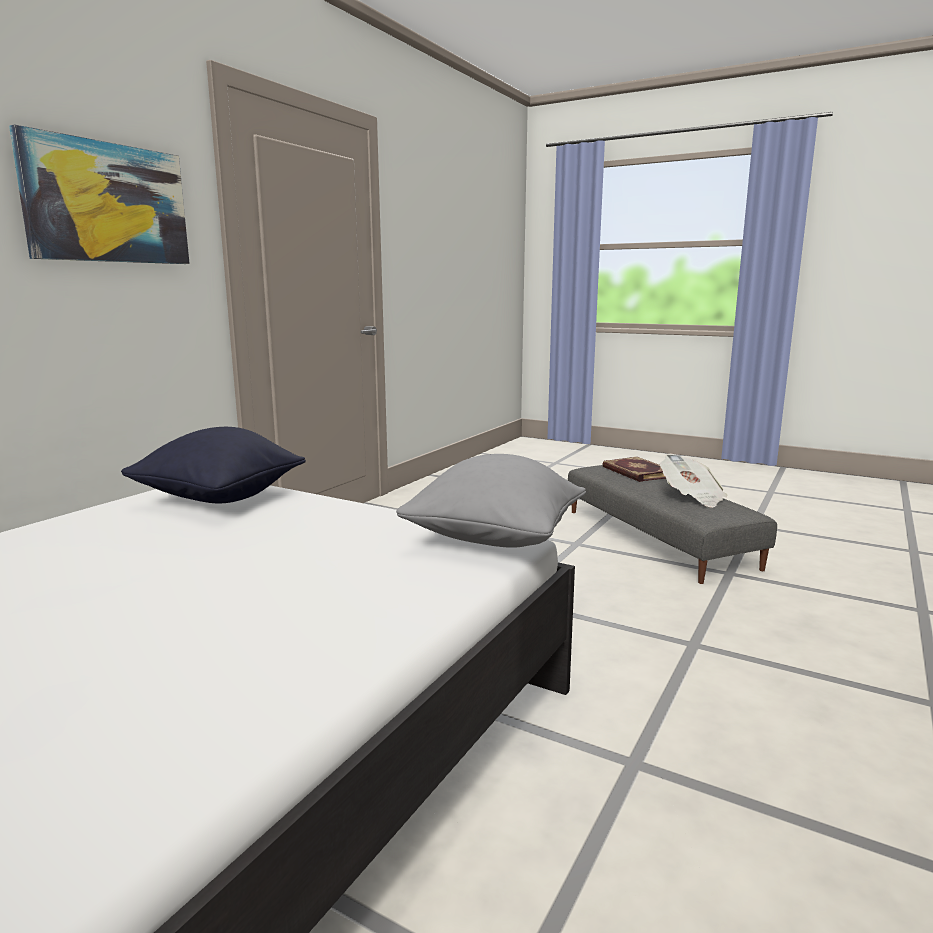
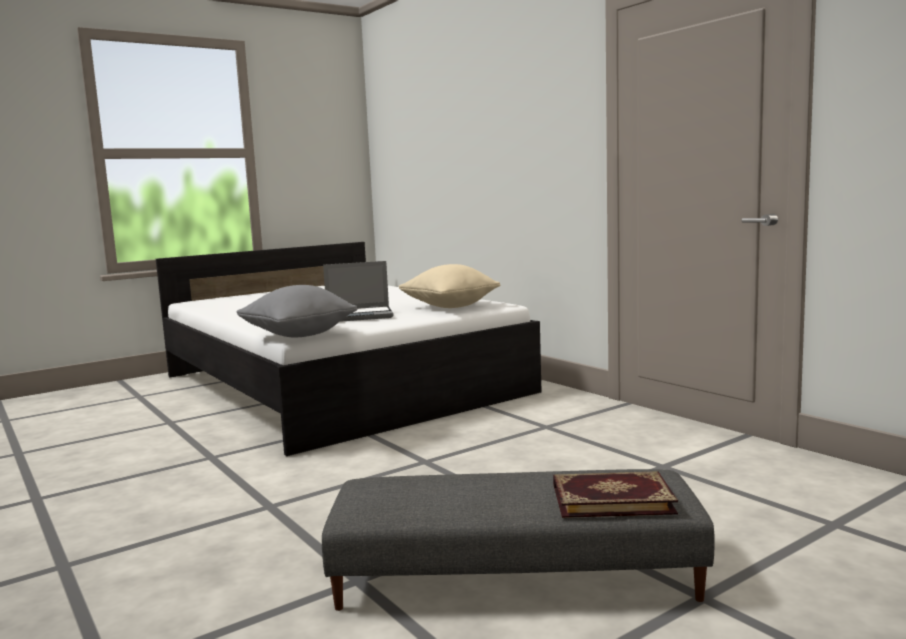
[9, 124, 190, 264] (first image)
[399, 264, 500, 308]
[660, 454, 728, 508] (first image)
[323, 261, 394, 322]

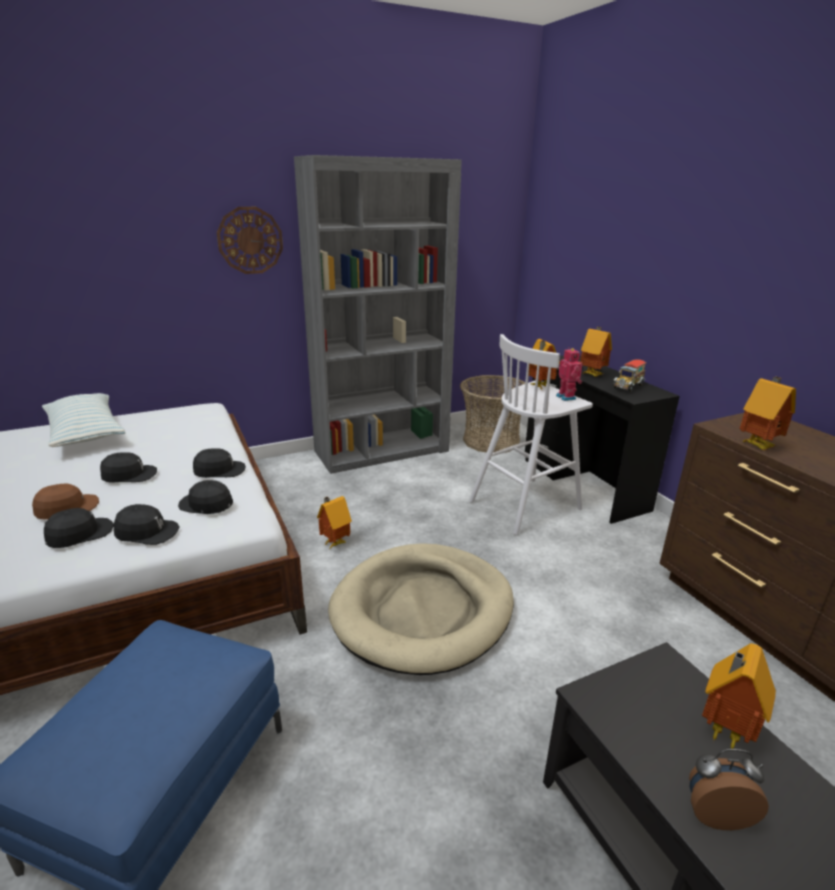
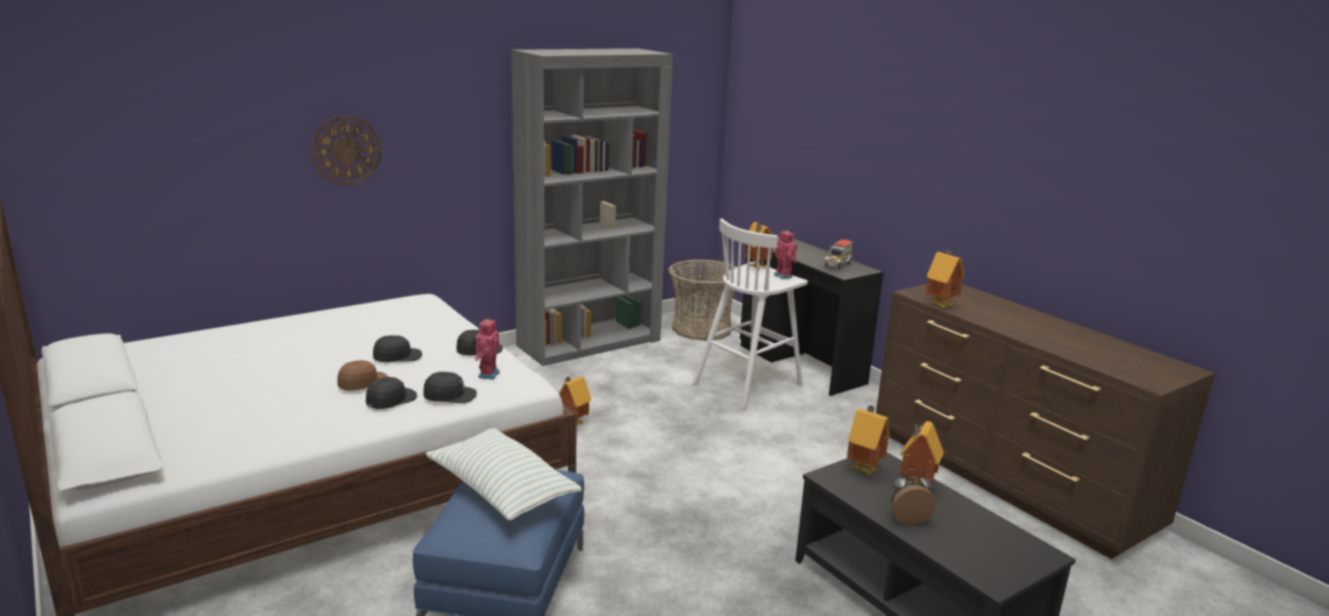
[311, 116, 382, 185]
[847, 405, 890, 476]
[425, 428, 582, 520]
[473, 318, 500, 380]
[328, 543, 514, 675] (first image)

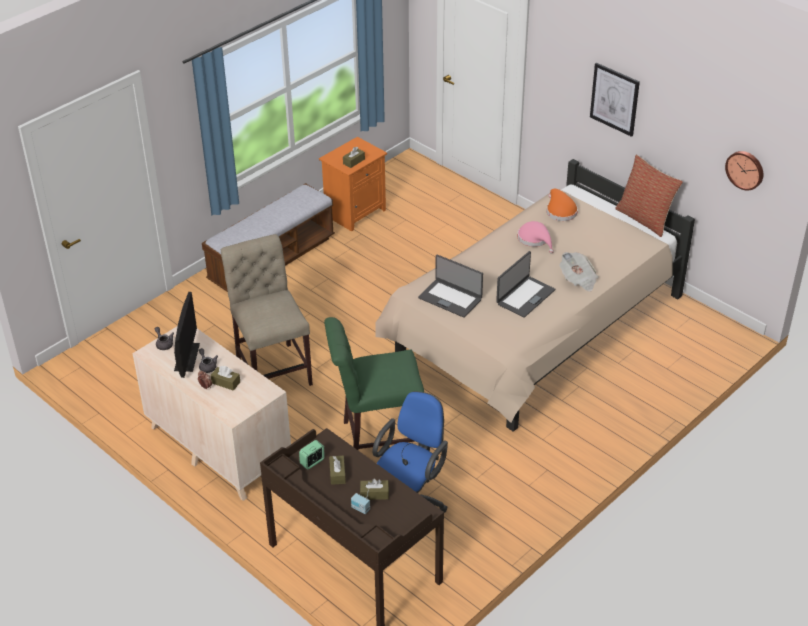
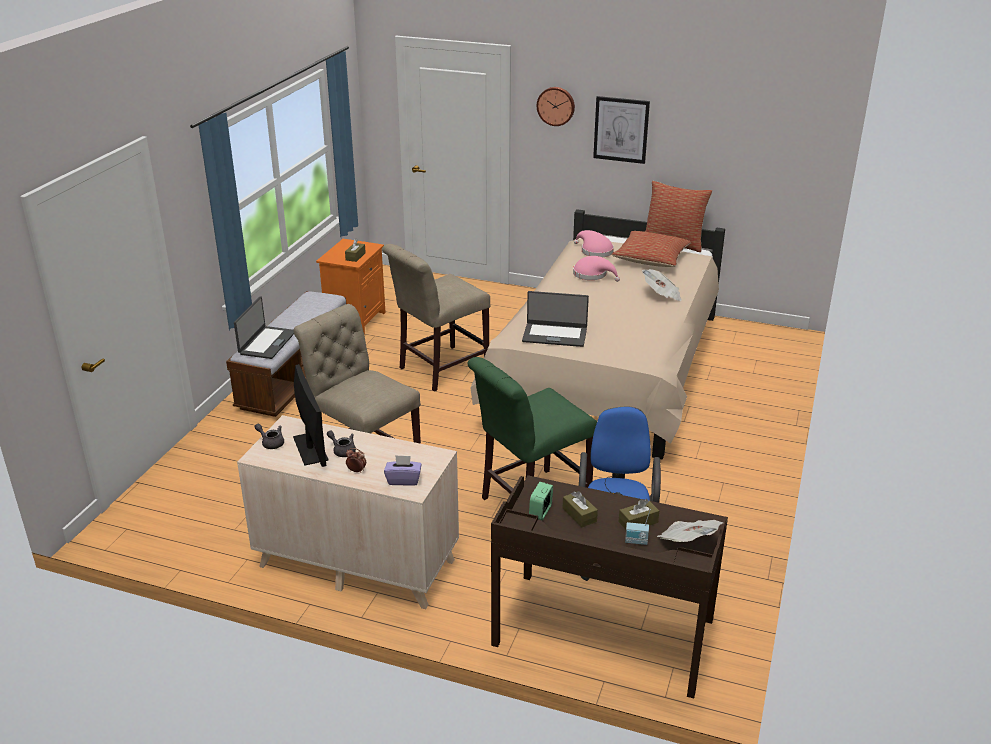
[537, 87, 575, 126]
[574, 230, 614, 257]
[234, 296, 294, 359]
[210, 366, 240, 391] (first image)
[612, 231, 691, 267]
[382, 244, 491, 391]
[384, 455, 422, 486]
[657, 520, 723, 542]

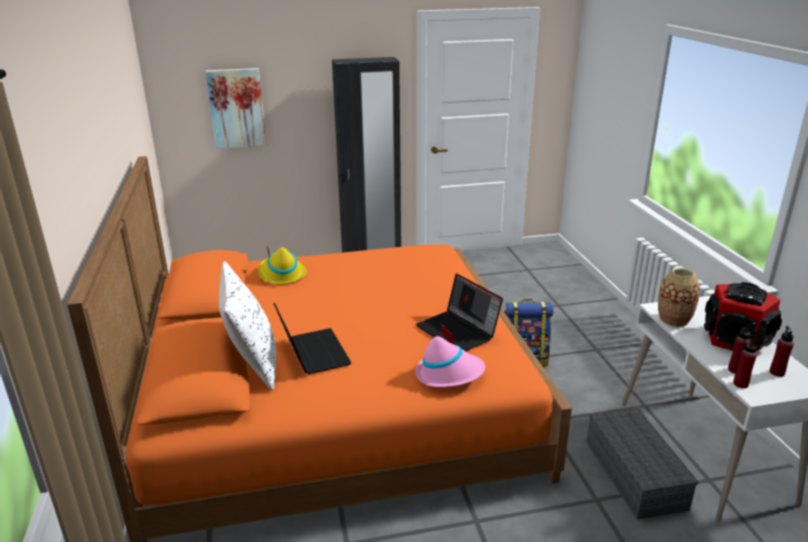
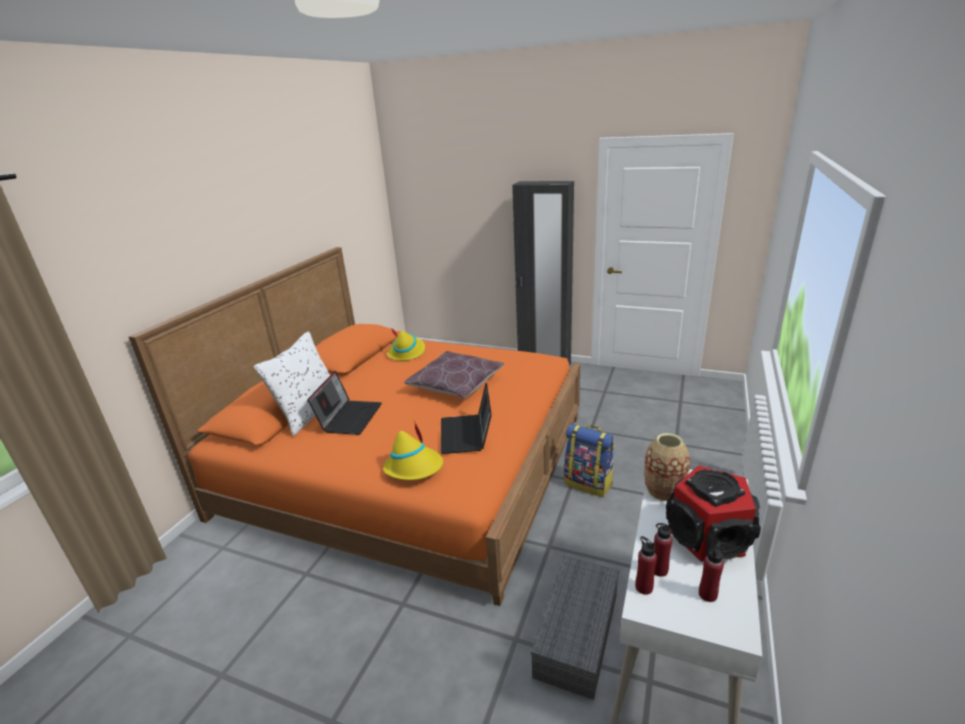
[205, 68, 267, 149] (first image)
[383, 421, 443, 480]
[404, 351, 504, 399]

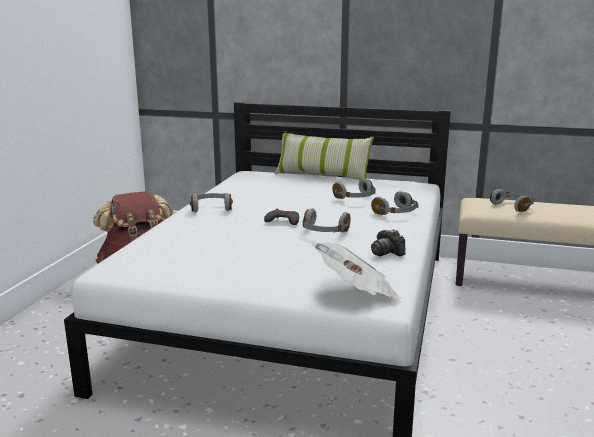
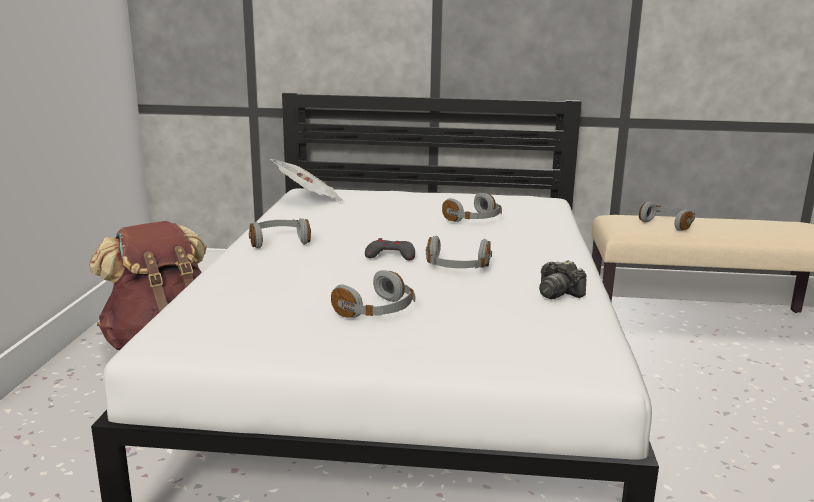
[275, 131, 374, 180] (first image)
[331, 270, 416, 318]
[270, 159, 344, 201]

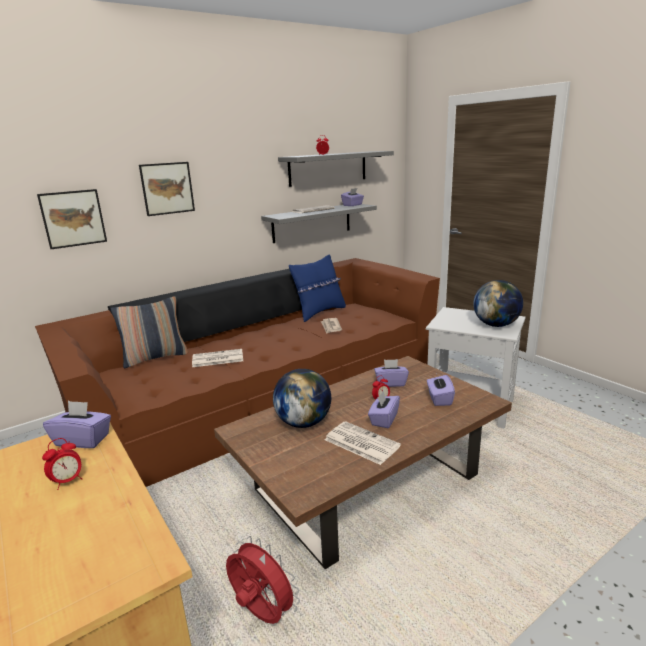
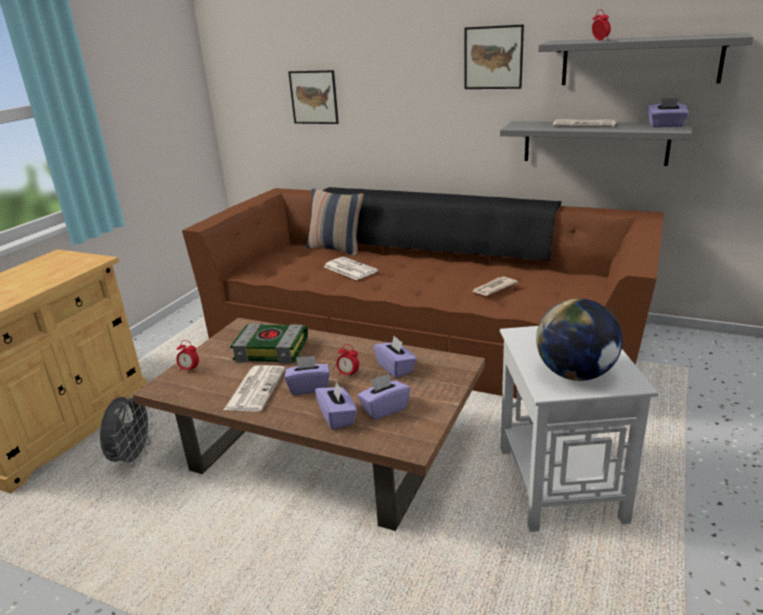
[465, 24, 524, 89]
[289, 255, 346, 322] (first image)
[230, 324, 308, 364]
[315, 381, 357, 430]
[176, 340, 199, 373]
[100, 393, 154, 466]

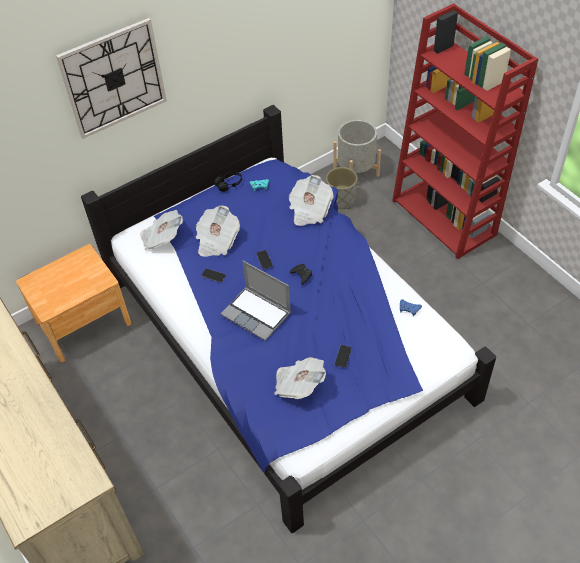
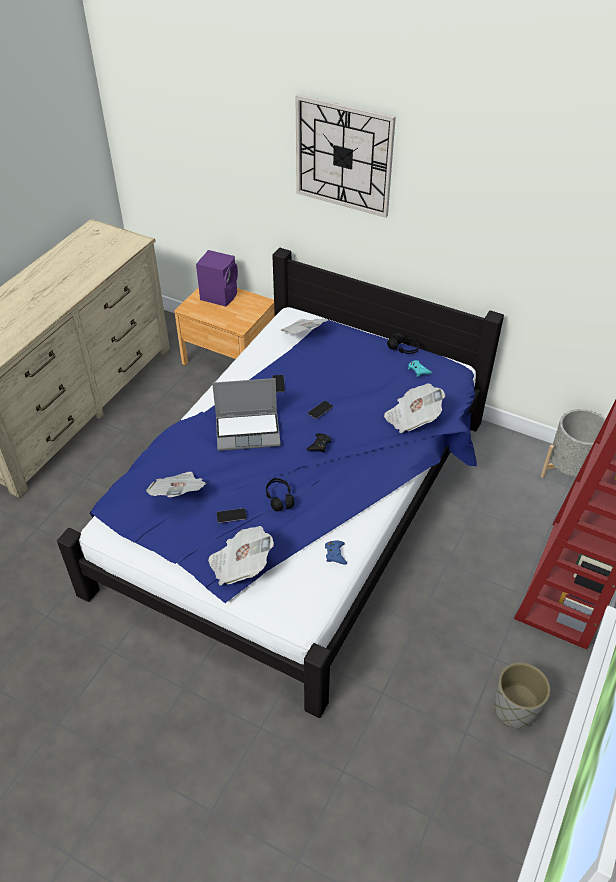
[494, 663, 550, 728]
[208, 526, 274, 586]
[212, 378, 281, 451]
[196, 250, 238, 307]
[266, 478, 294, 512]

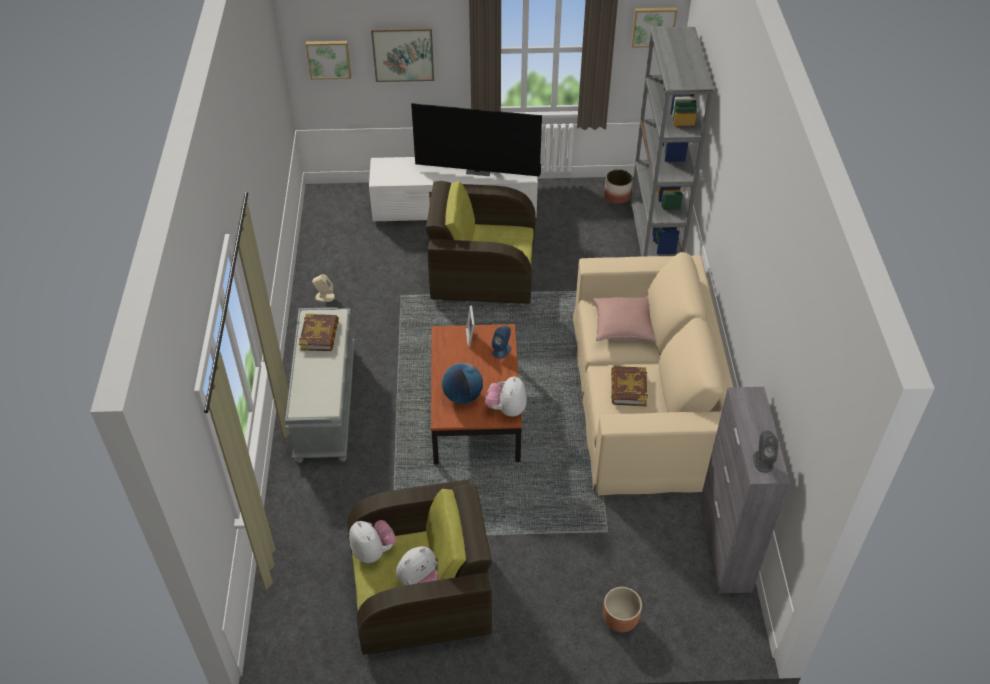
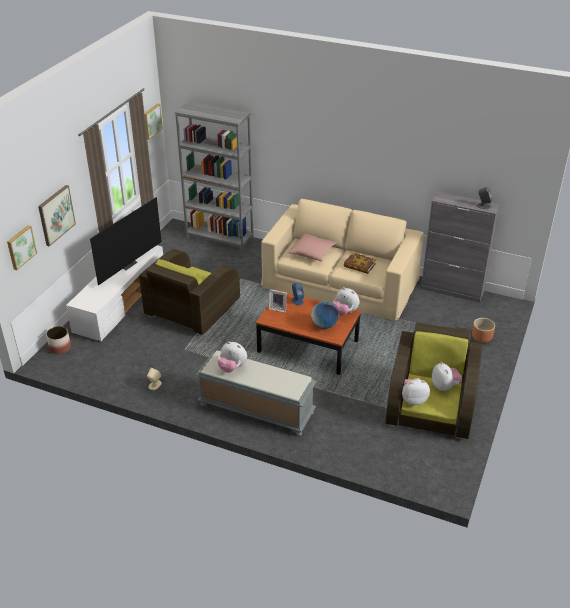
[46, 326, 71, 354]
[218, 341, 247, 373]

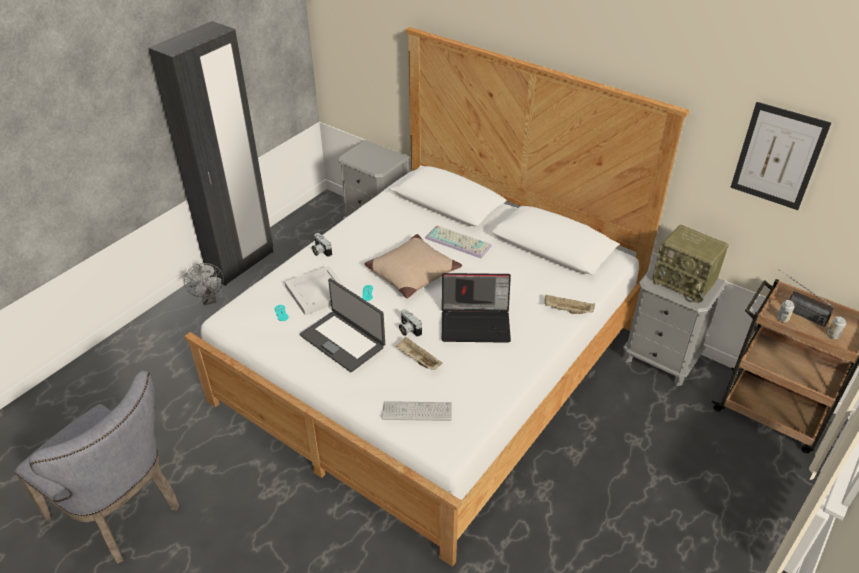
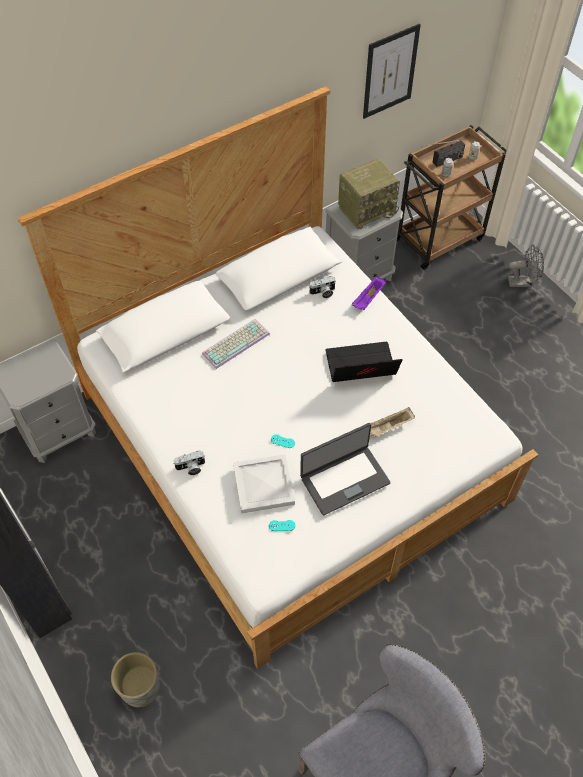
[364, 234, 462, 299] (first image)
[508, 244, 544, 287]
[326, 342, 403, 382]
[352, 276, 386, 310]
[309, 276, 336, 298]
[382, 401, 452, 421] (first image)
[111, 652, 160, 707]

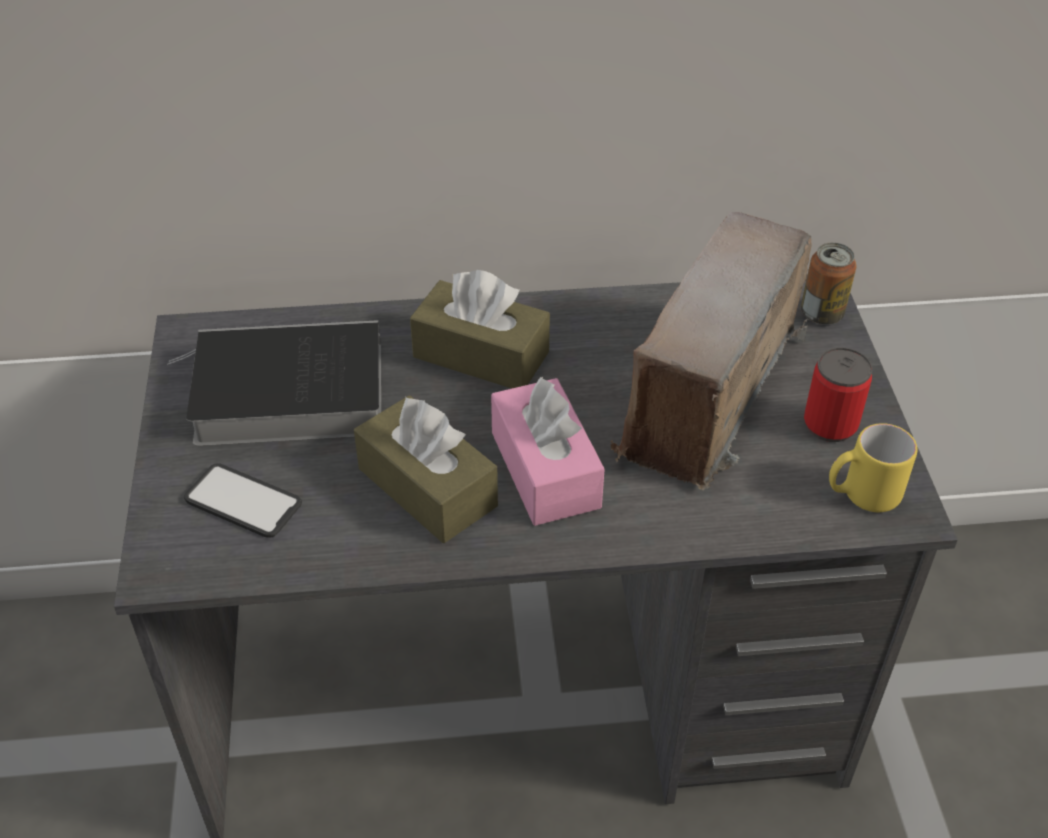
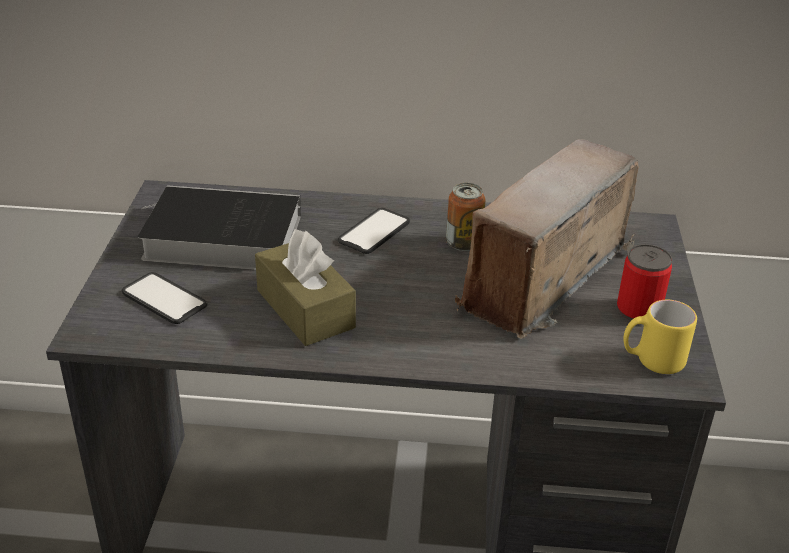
[446, 183, 486, 251]
[338, 208, 410, 254]
[491, 377, 605, 526] (first image)

